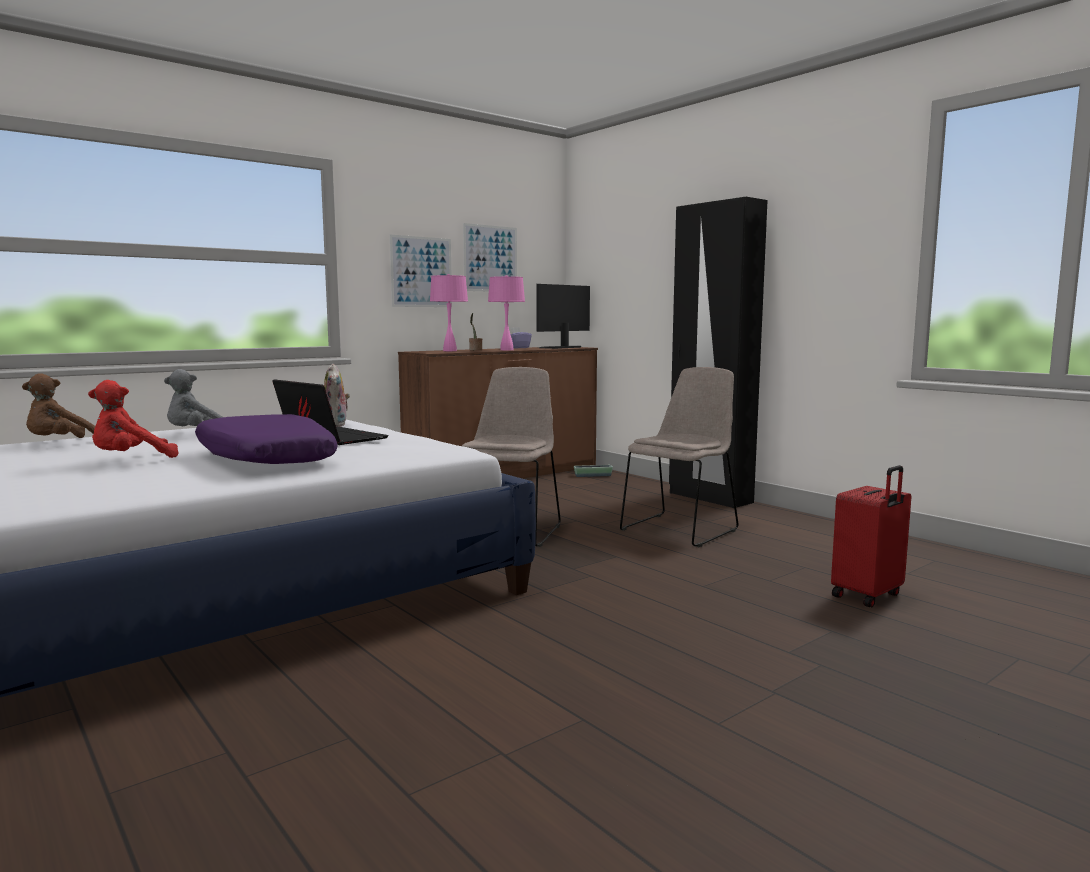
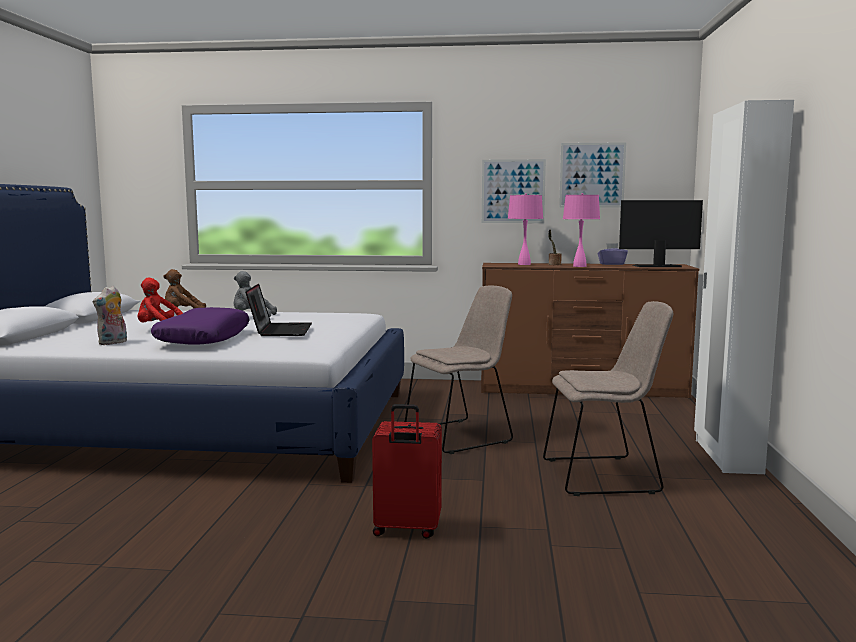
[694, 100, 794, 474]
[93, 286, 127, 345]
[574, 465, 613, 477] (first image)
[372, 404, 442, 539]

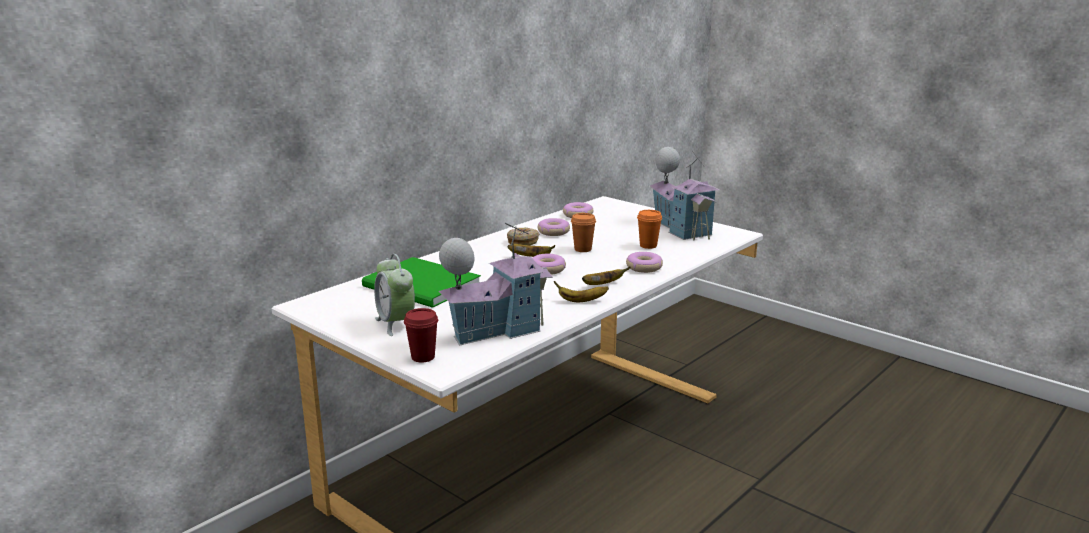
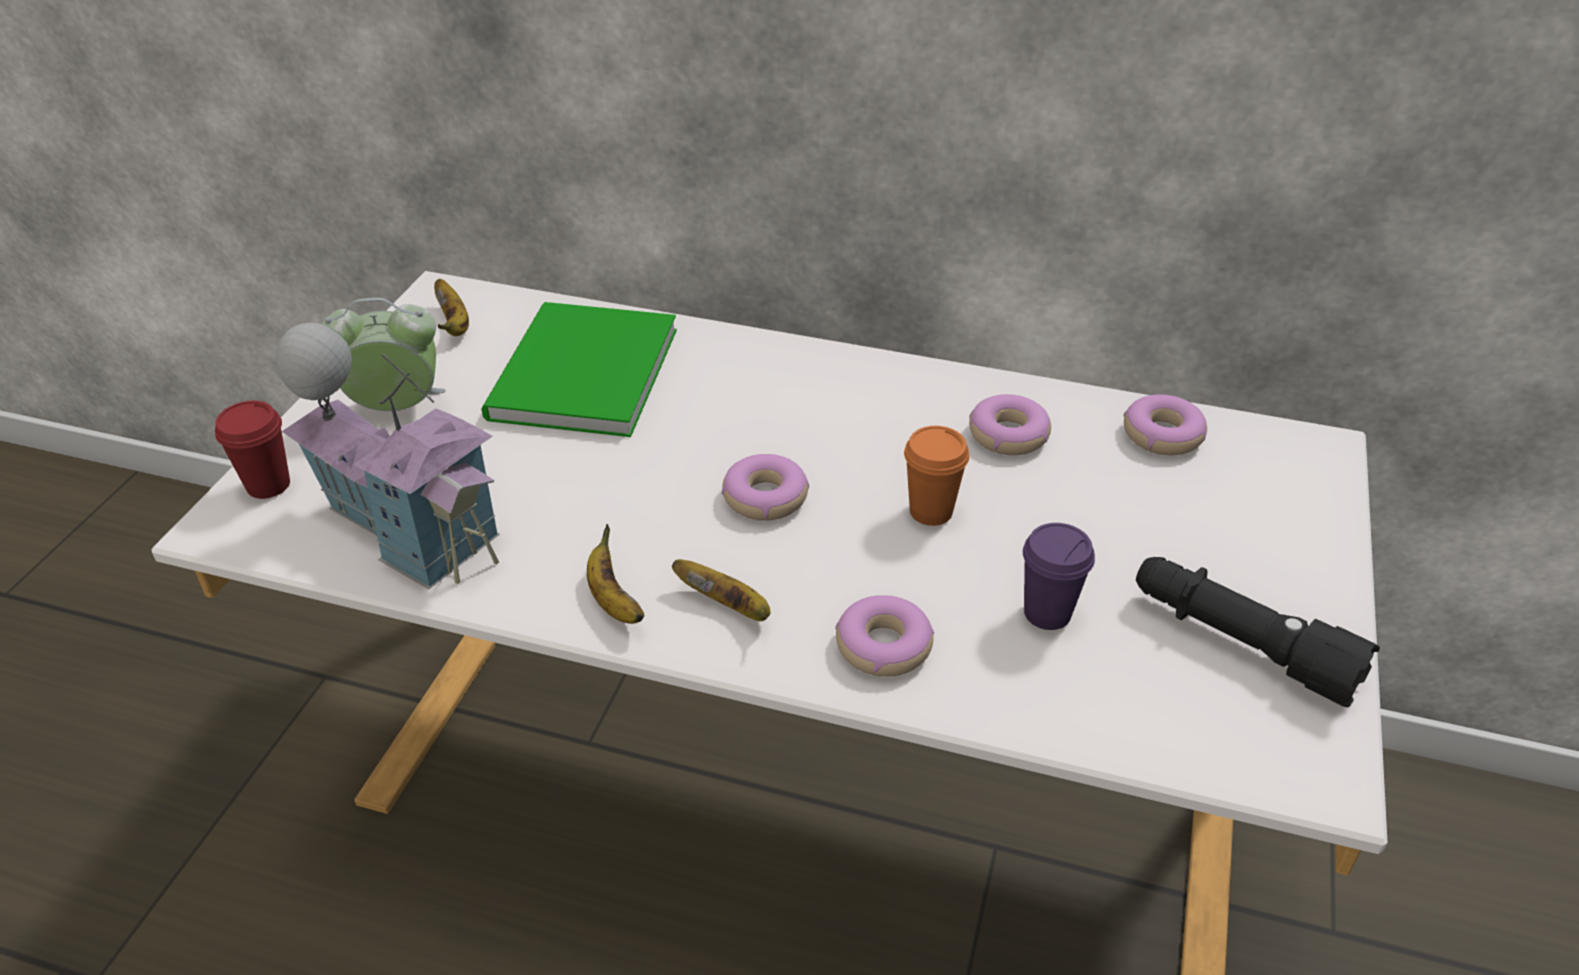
[1136, 557, 1380, 707]
[1023, 523, 1095, 630]
[507, 227, 539, 245] (first image)
[434, 279, 469, 336]
[322, 298, 446, 411]

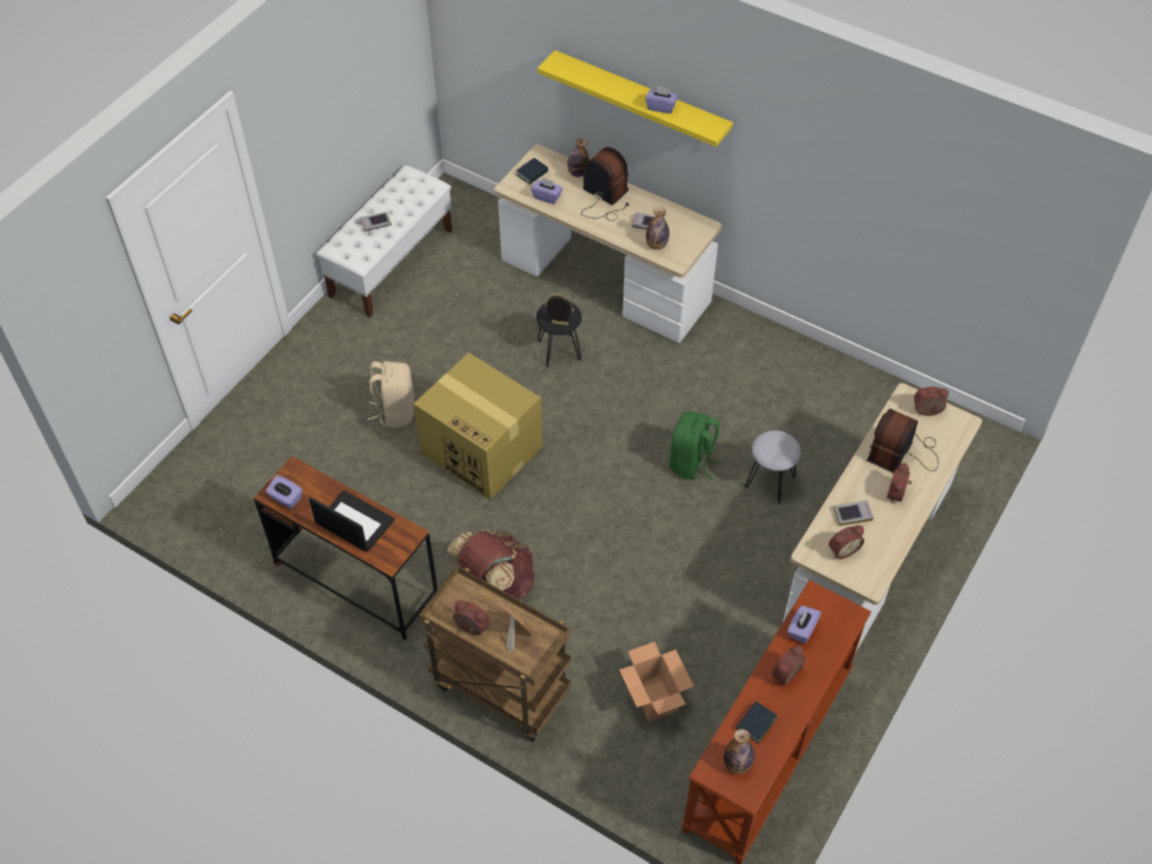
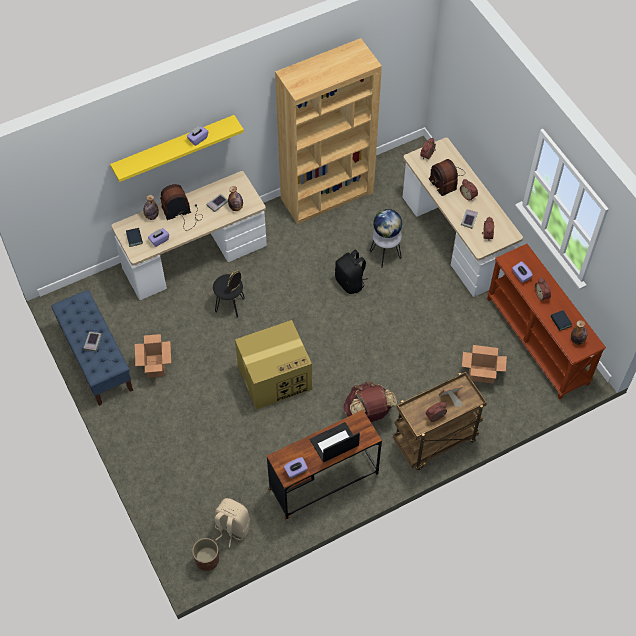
[51, 290, 133, 406]
[215, 498, 250, 547]
[335, 250, 368, 294]
[275, 38, 382, 224]
[373, 209, 402, 238]
[135, 334, 171, 378]
[192, 538, 219, 571]

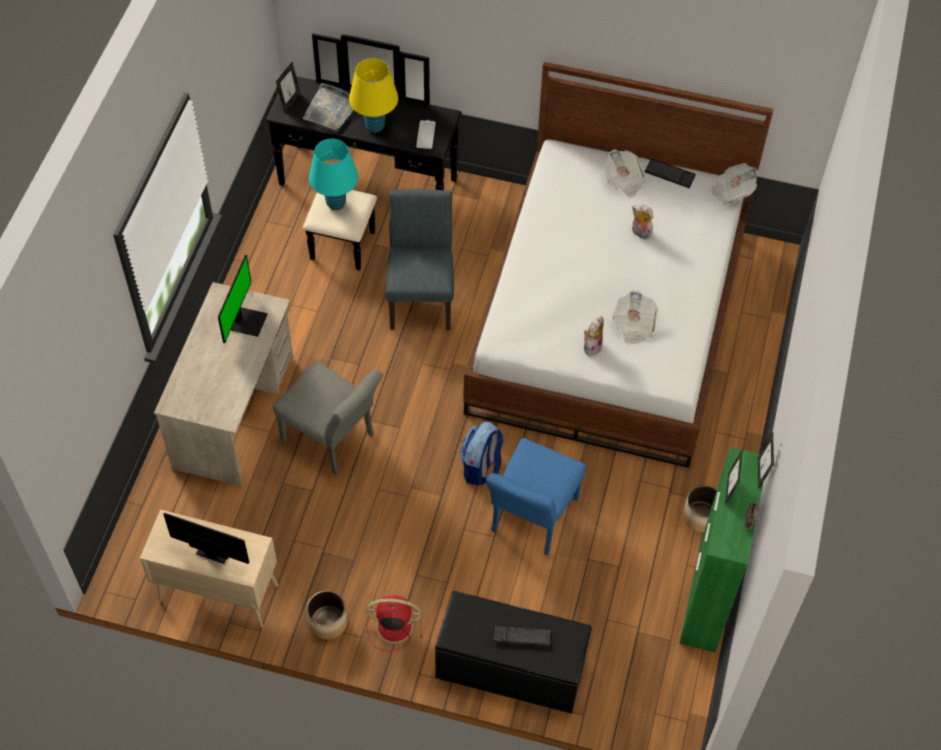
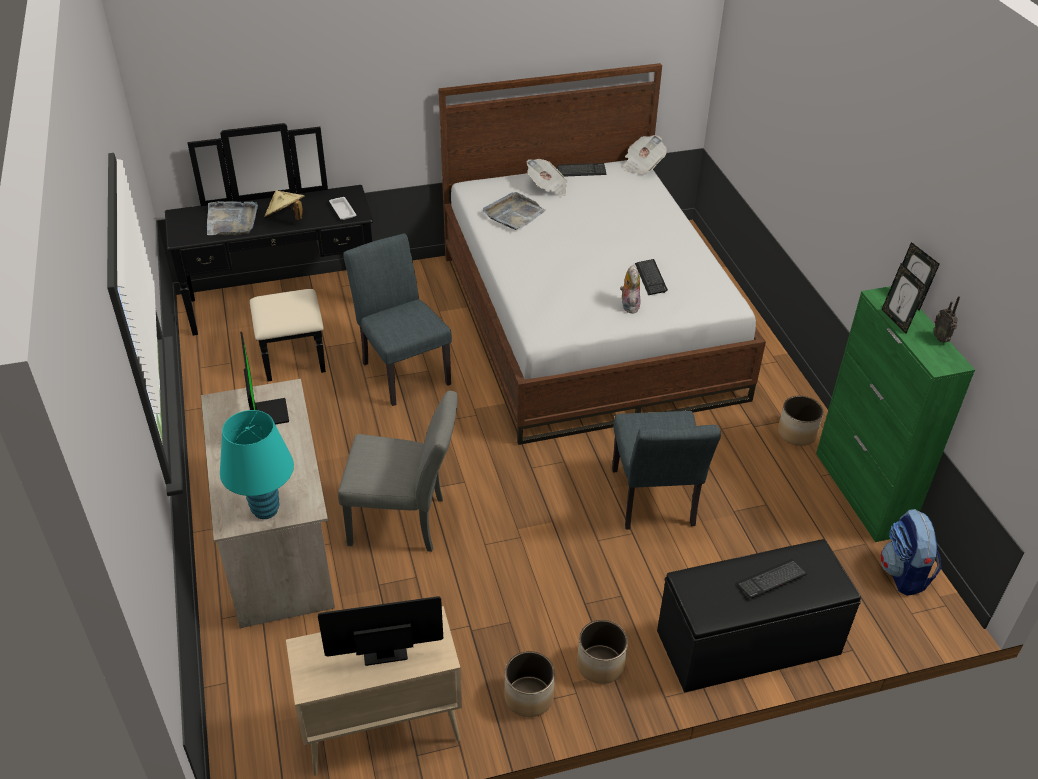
[264, 190, 305, 220]
[276, 62, 300, 111] (first image)
[220, 410, 294, 519]
[632, 205, 653, 239] (first image)
[635, 259, 668, 295]
[880, 509, 941, 596]
[612, 411, 721, 530]
[577, 620, 628, 684]
[483, 192, 546, 230]

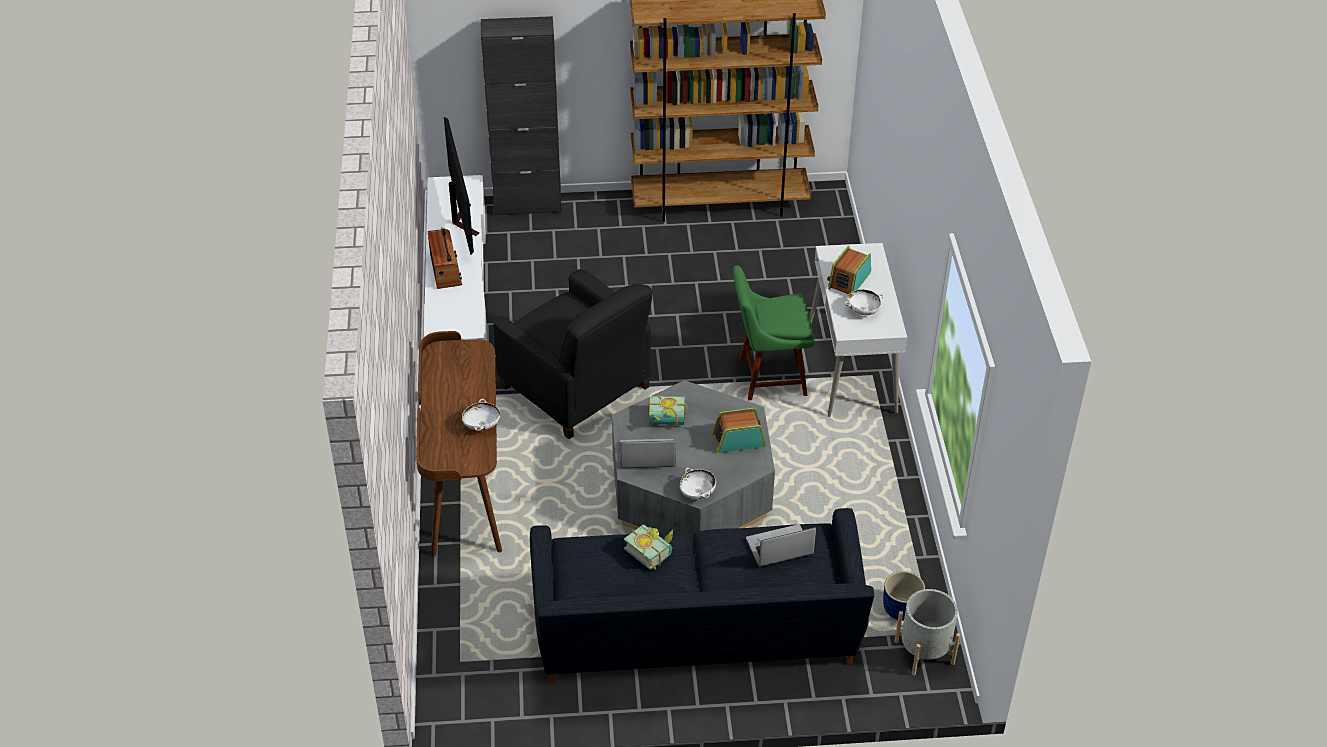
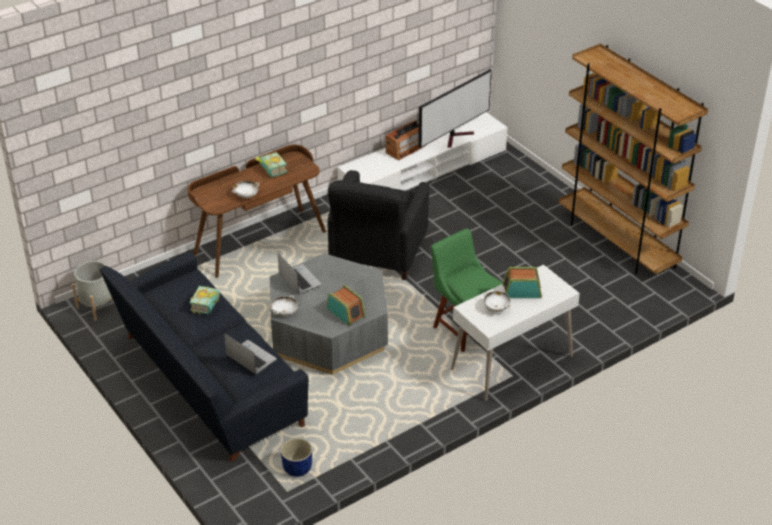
[481, 16, 562, 216] (first image)
[255, 152, 287, 177]
[72, 261, 113, 321]

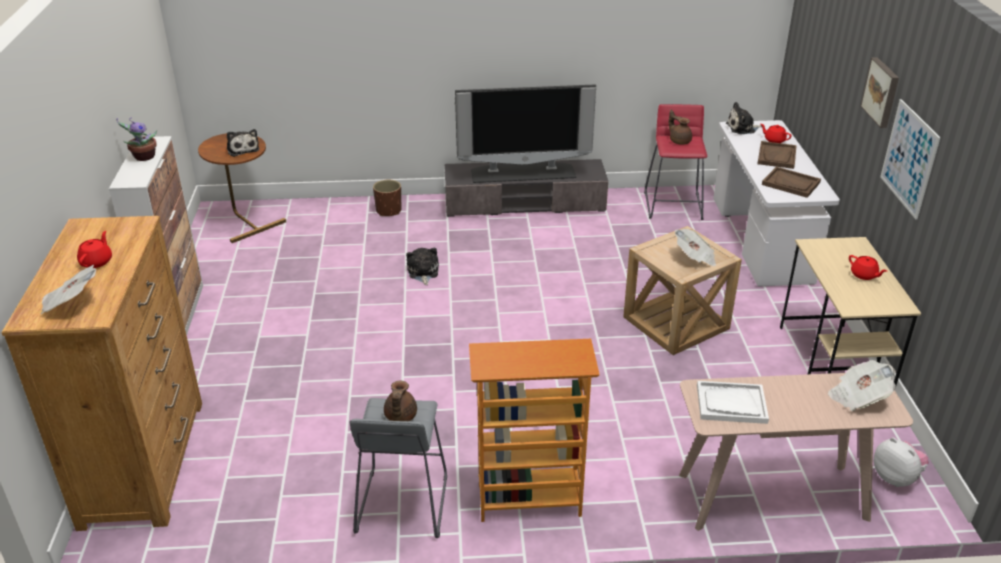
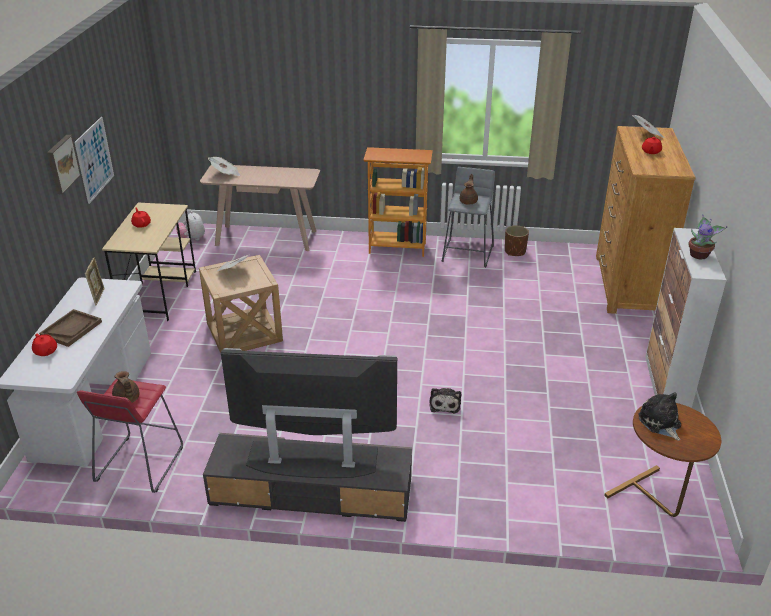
[726, 102, 762, 134] (first image)
[85, 257, 105, 305]
[505, 226, 529, 256]
[697, 381, 769, 424] (first image)

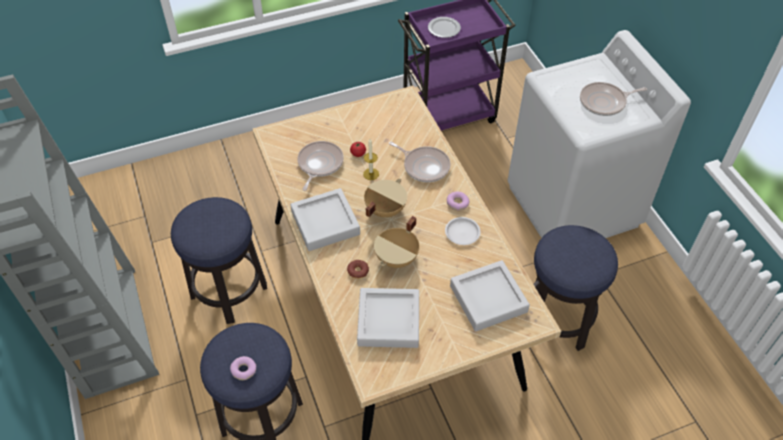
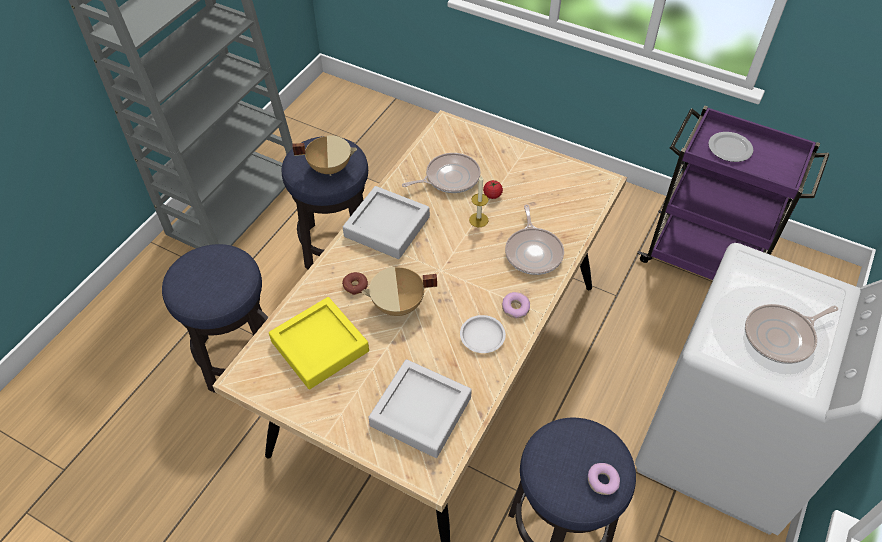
[745, 304, 838, 364]
[293, 135, 357, 176]
[269, 297, 369, 389]
[588, 463, 620, 495]

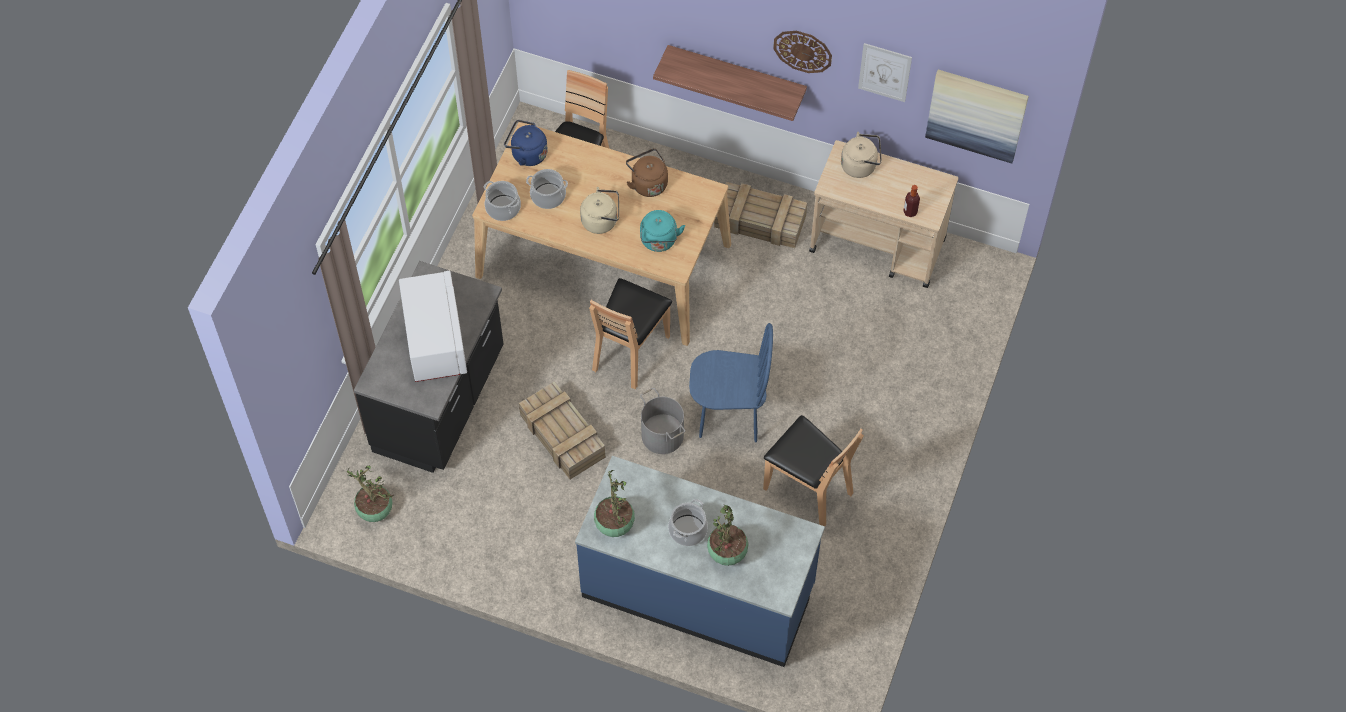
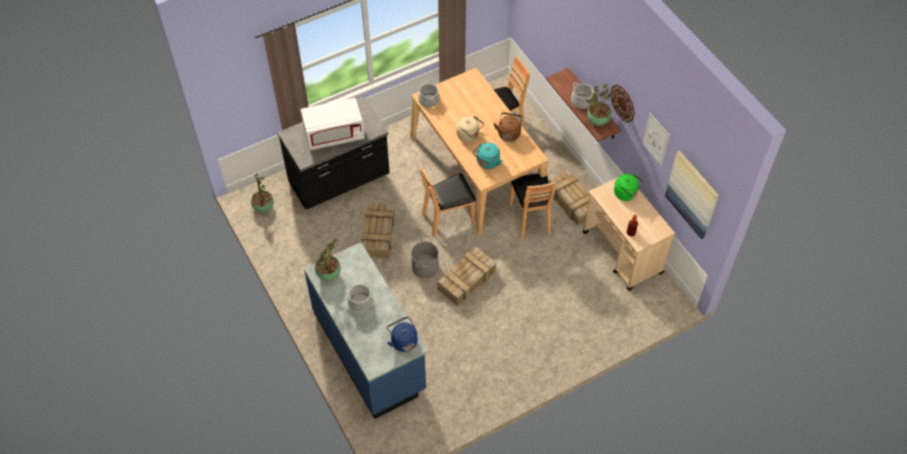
[387, 317, 418, 352]
[614, 174, 644, 201]
[571, 82, 594, 109]
[301, 98, 365, 150]
[438, 247, 496, 306]
[510, 173, 556, 238]
[586, 84, 611, 126]

